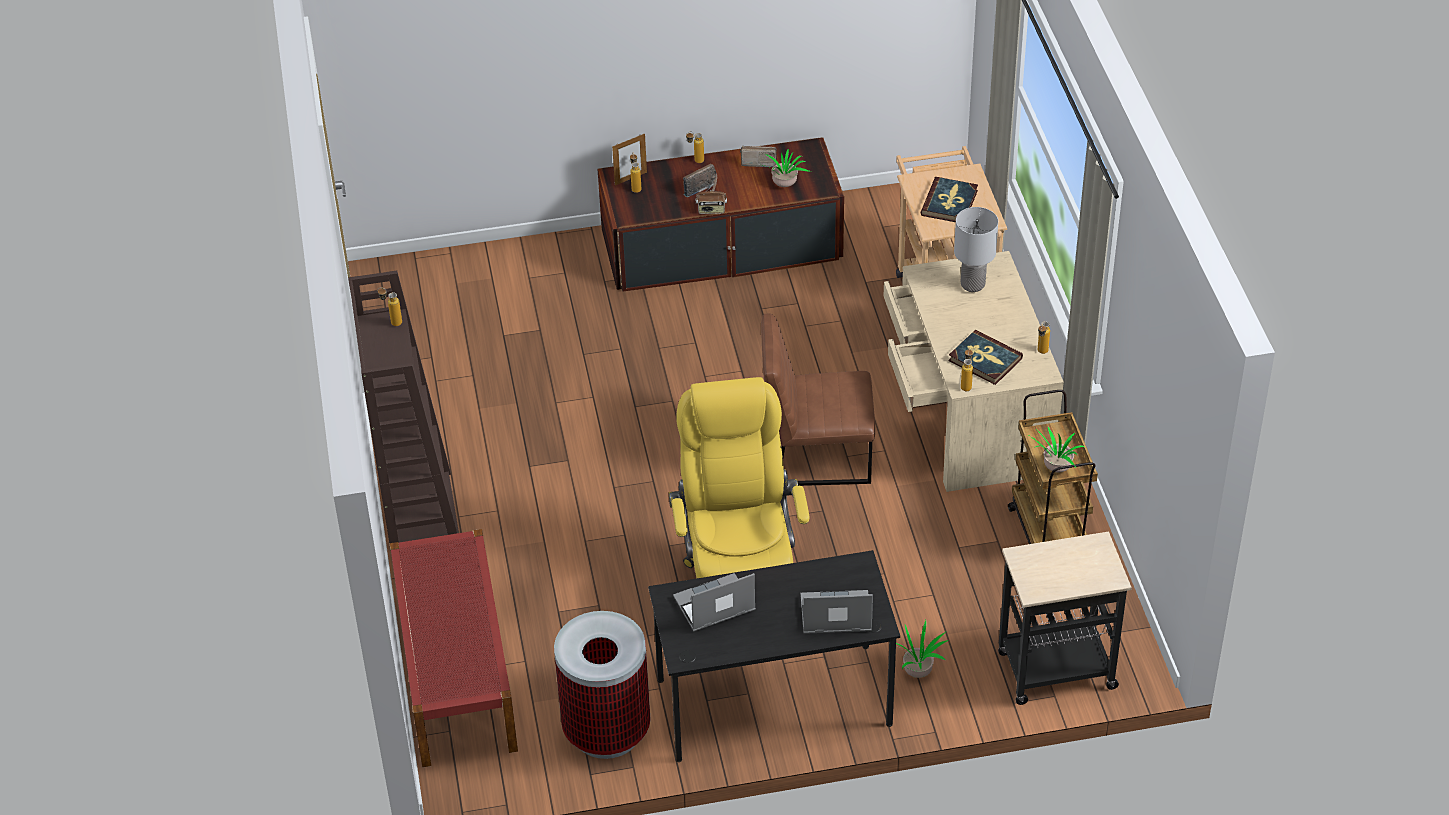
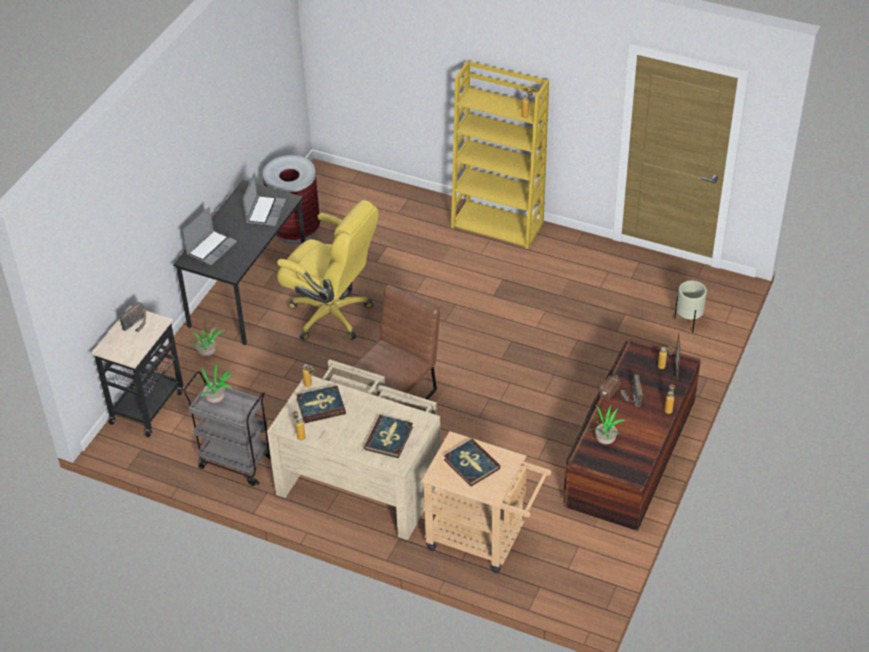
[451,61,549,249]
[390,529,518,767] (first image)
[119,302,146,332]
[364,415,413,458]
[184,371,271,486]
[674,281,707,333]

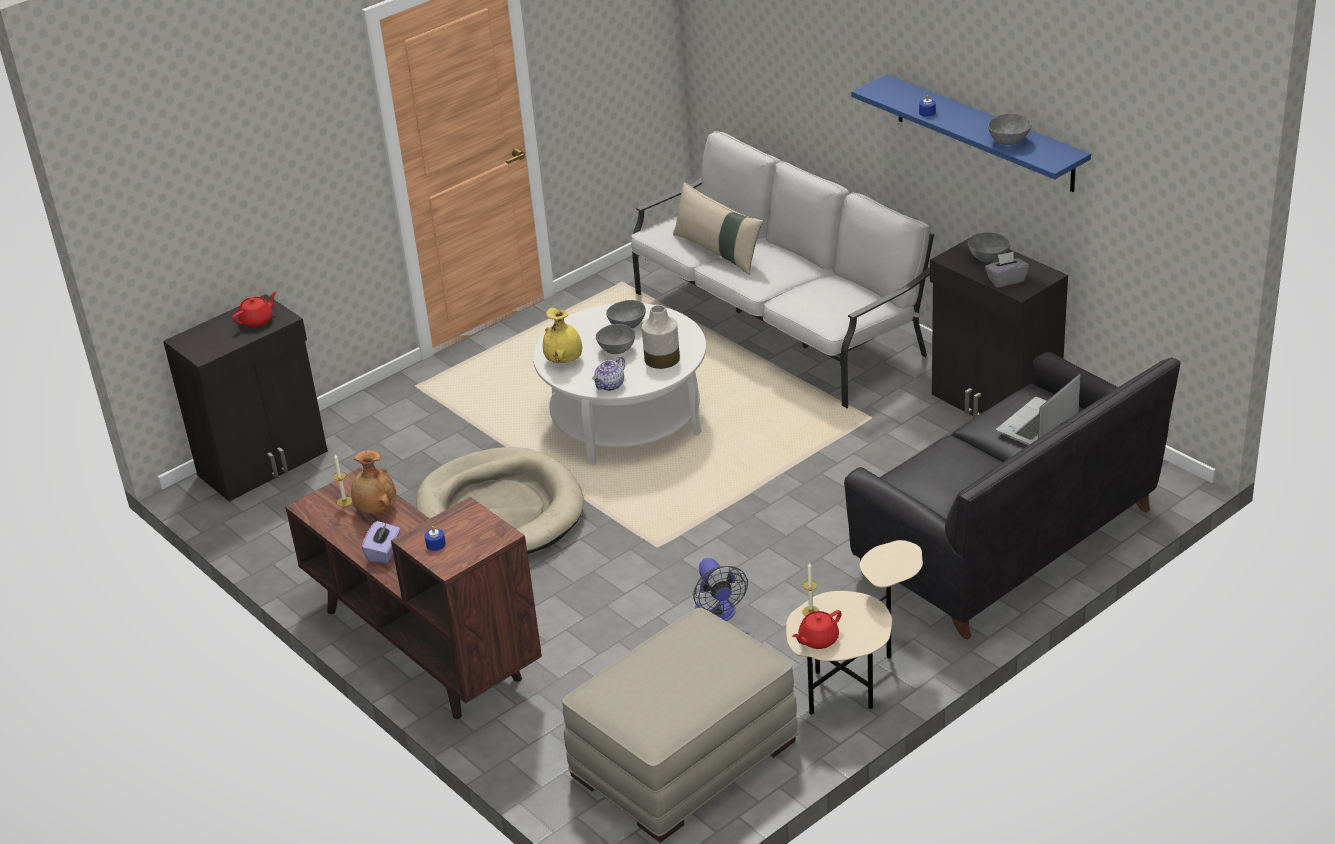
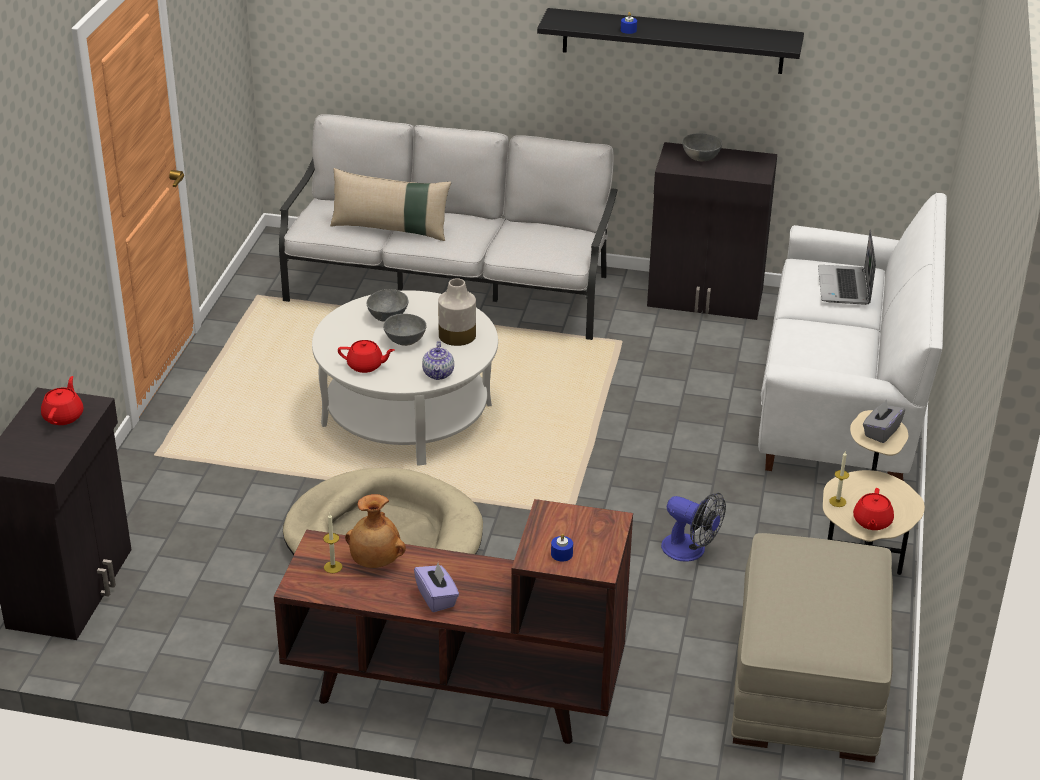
[338,340,395,373]
[758,193,947,481]
[537,8,804,74]
[863,399,905,443]
[988,114,1032,145] (first image)

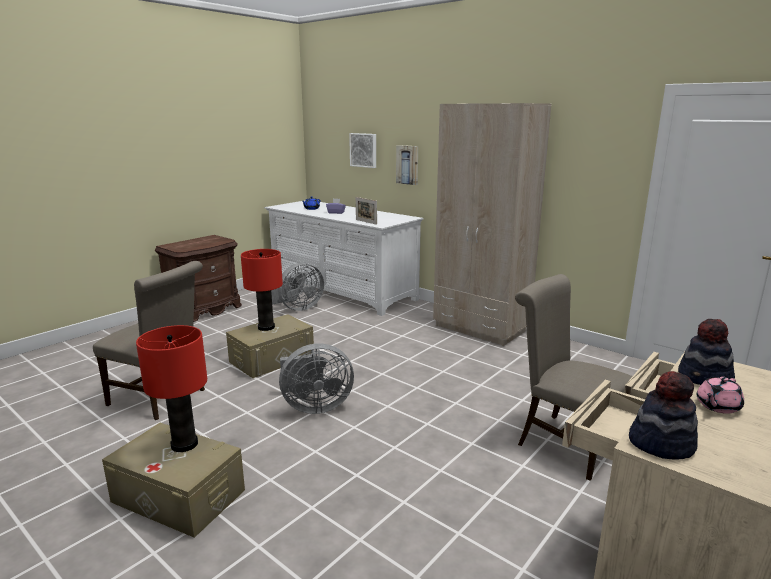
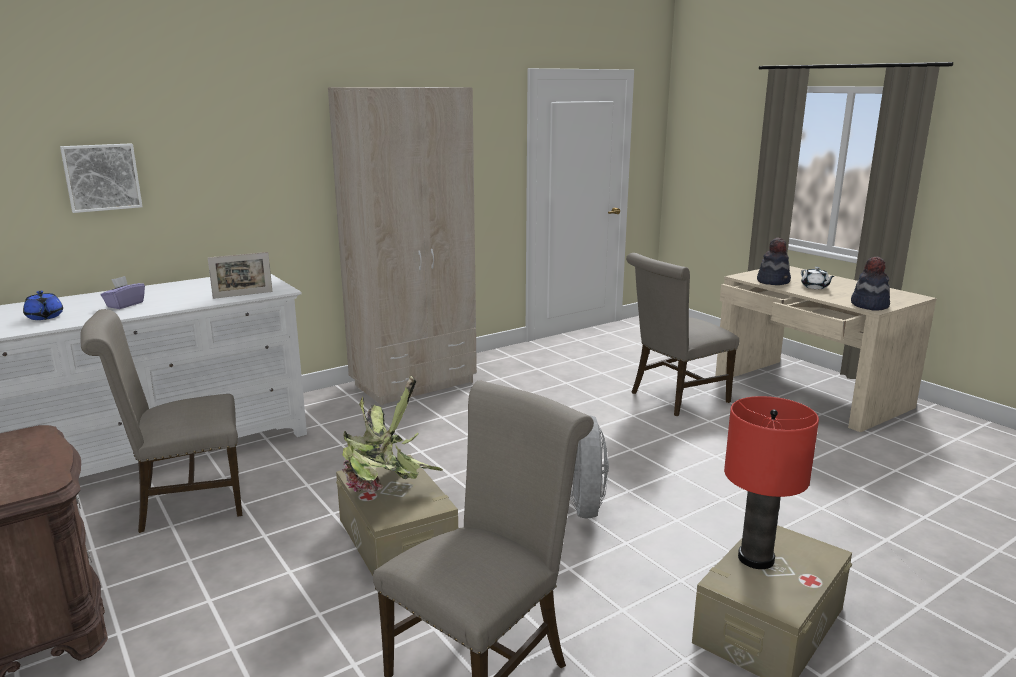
[342,376,443,493]
[80,309,242,533]
[396,145,418,185] (first image)
[801,267,835,289]

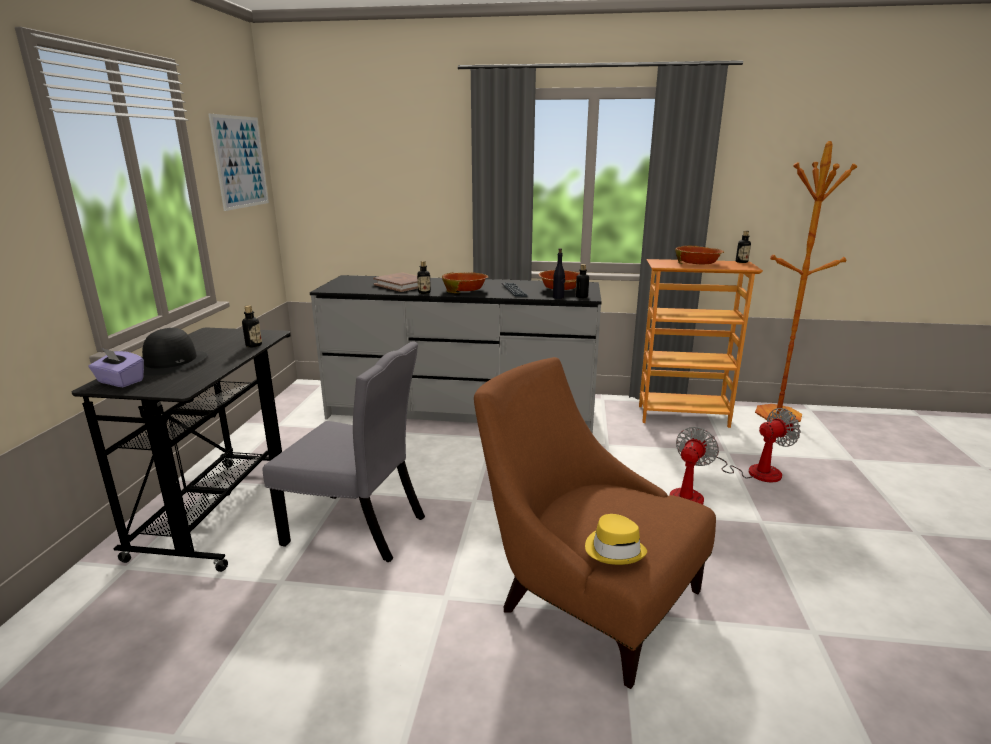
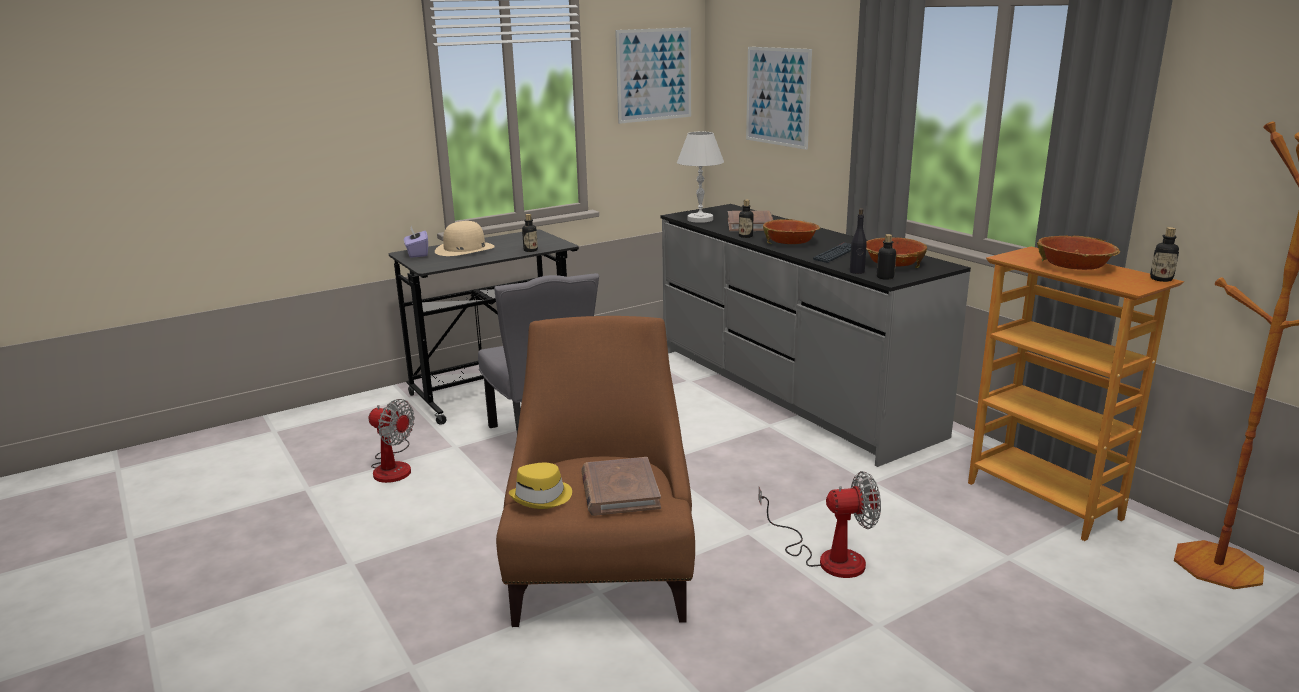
[435,221,495,256]
[369,399,415,483]
[581,457,661,516]
[677,132,724,223]
[746,47,812,150]

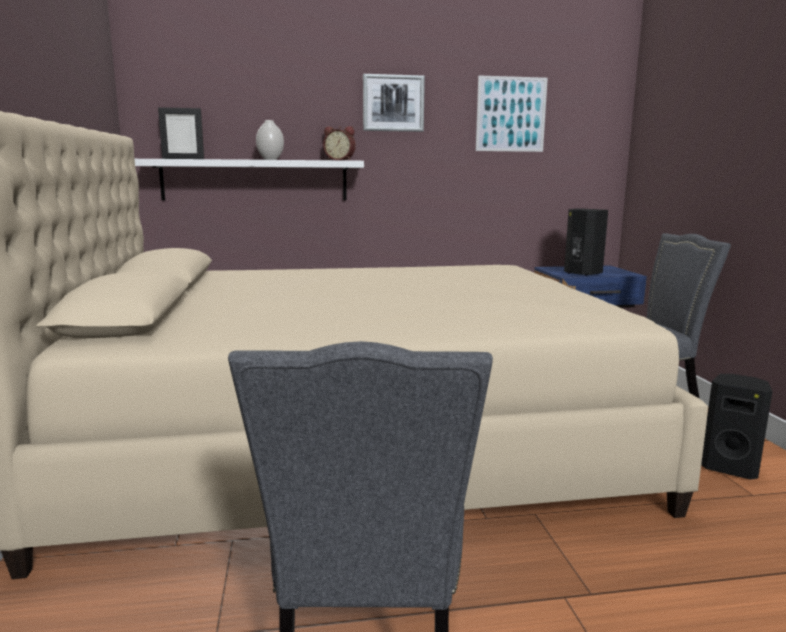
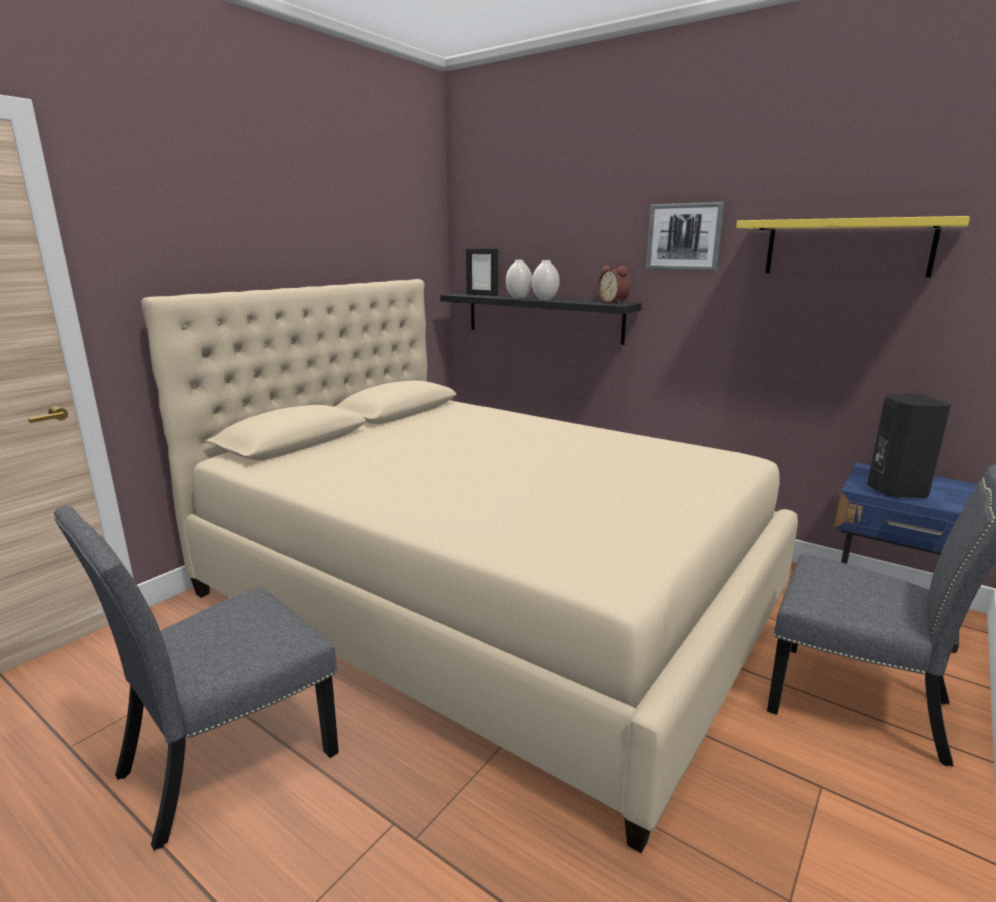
[440,293,642,345]
[736,216,970,278]
[701,374,773,480] (first image)
[506,260,532,299]

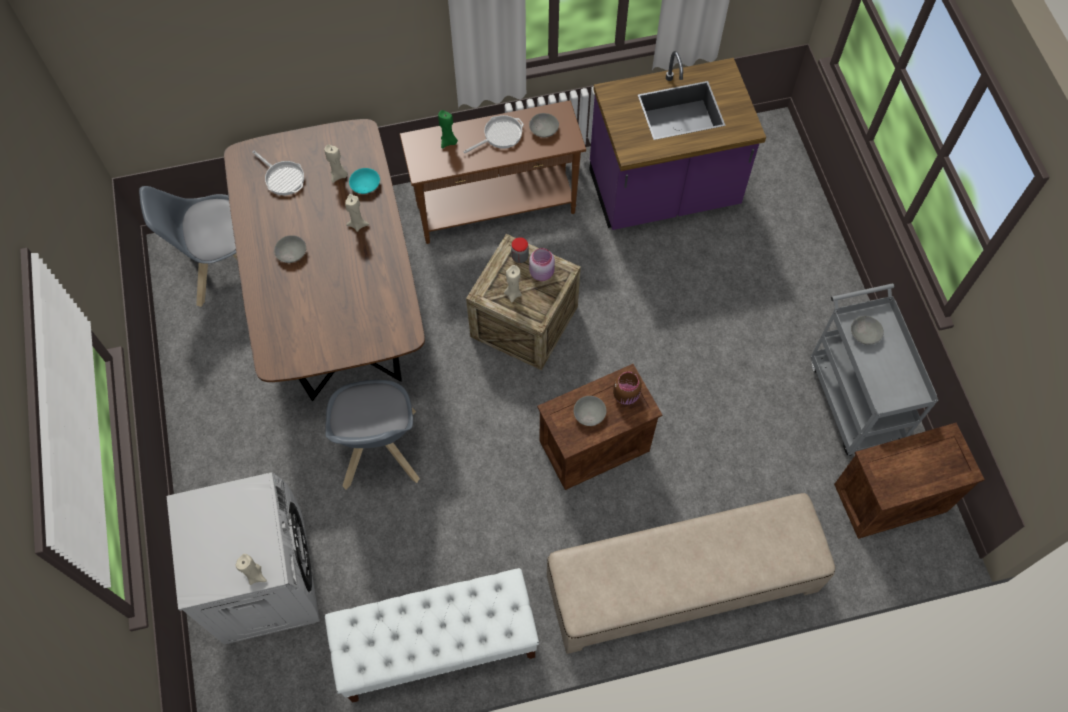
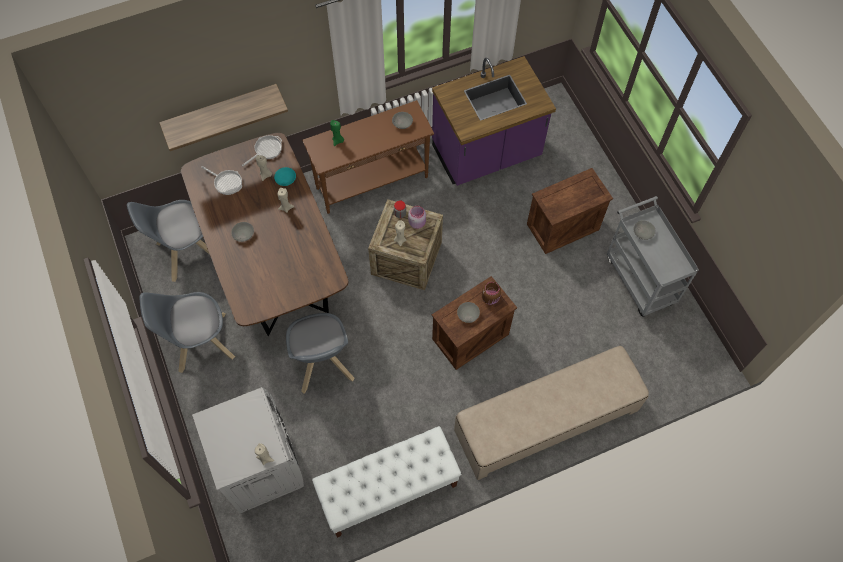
[242,135,282,166]
[527,168,613,254]
[140,292,235,373]
[159,84,288,151]

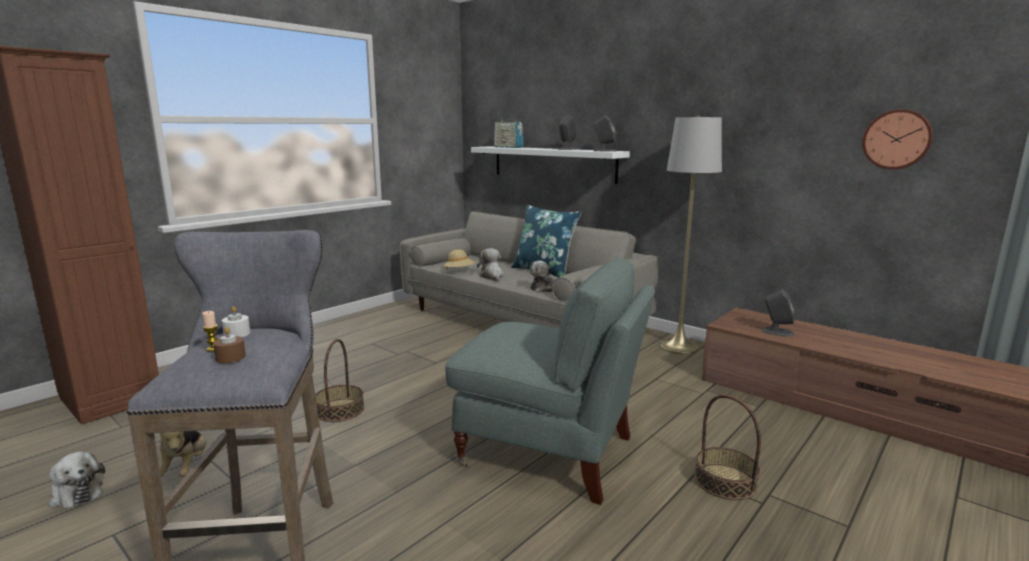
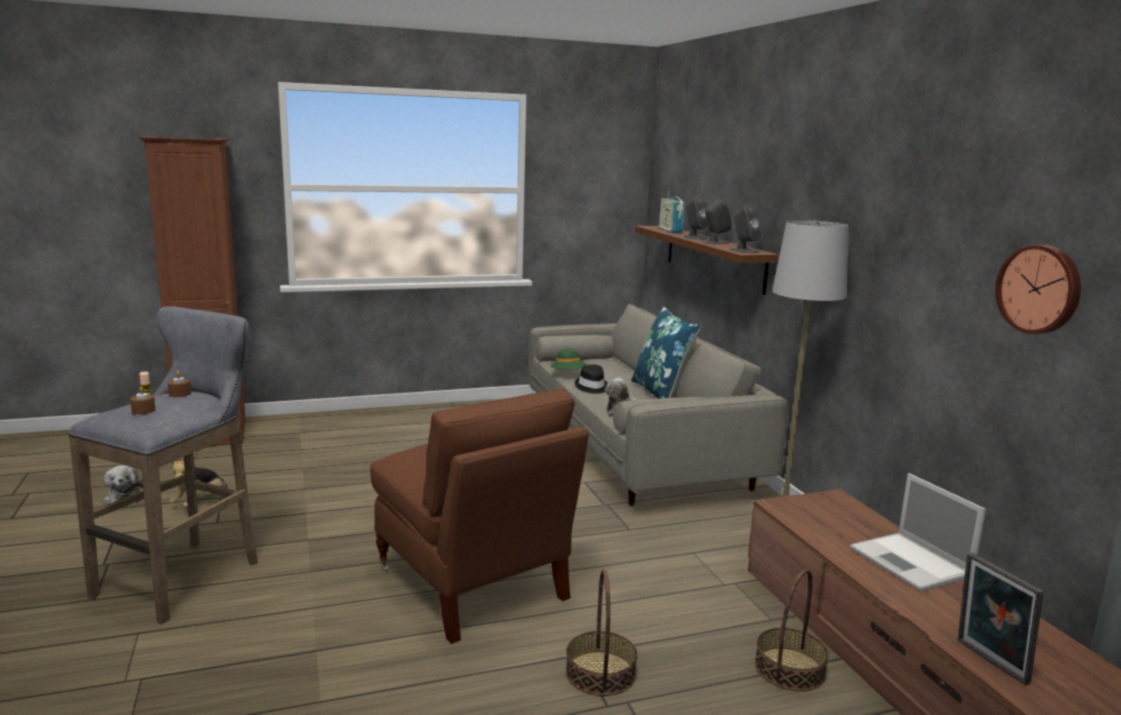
[168,371,191,397]
[755,569,829,691]
[550,349,587,370]
[370,388,589,644]
[635,226,779,295]
[575,364,608,394]
[683,197,708,240]
[850,473,986,592]
[958,553,1044,686]

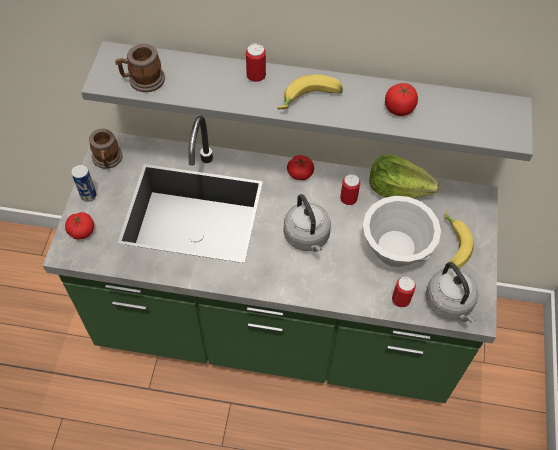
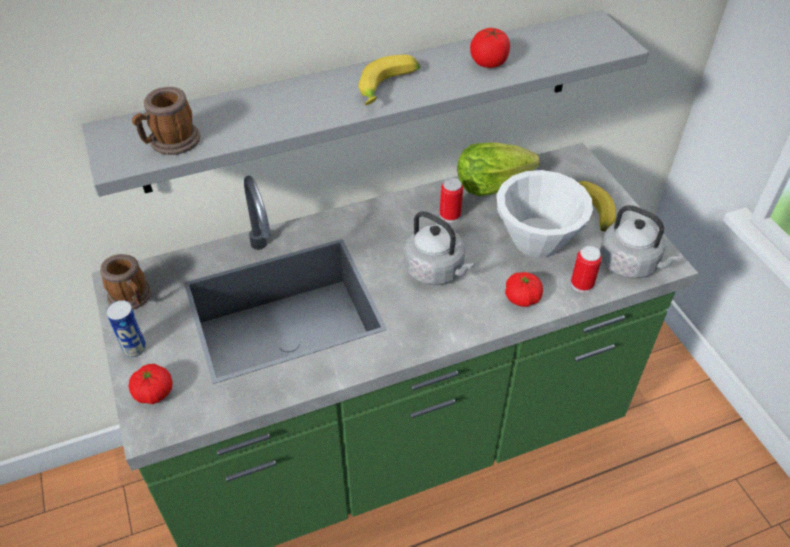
[246,43,266,84] (first image)
[505,272,543,307]

